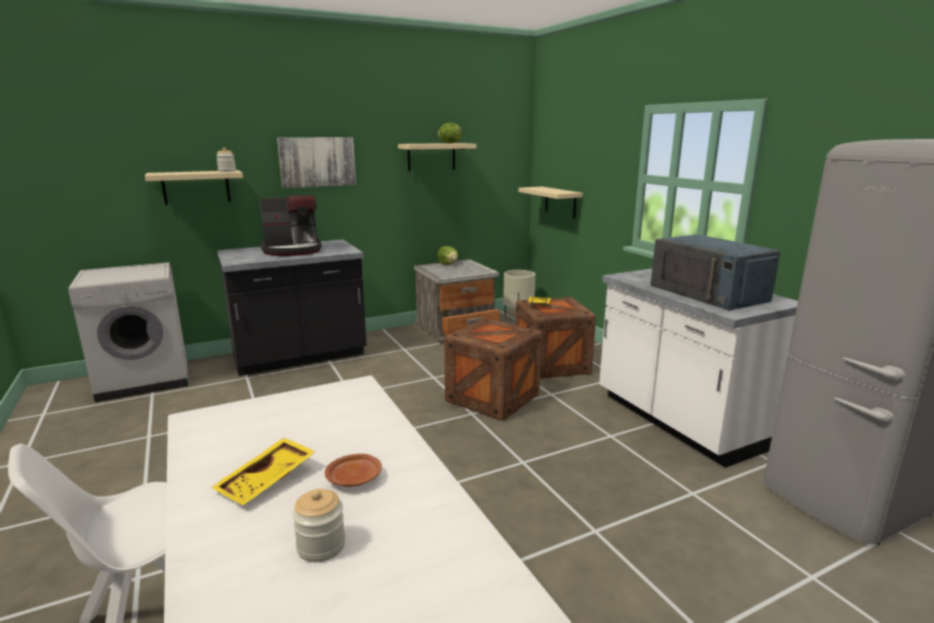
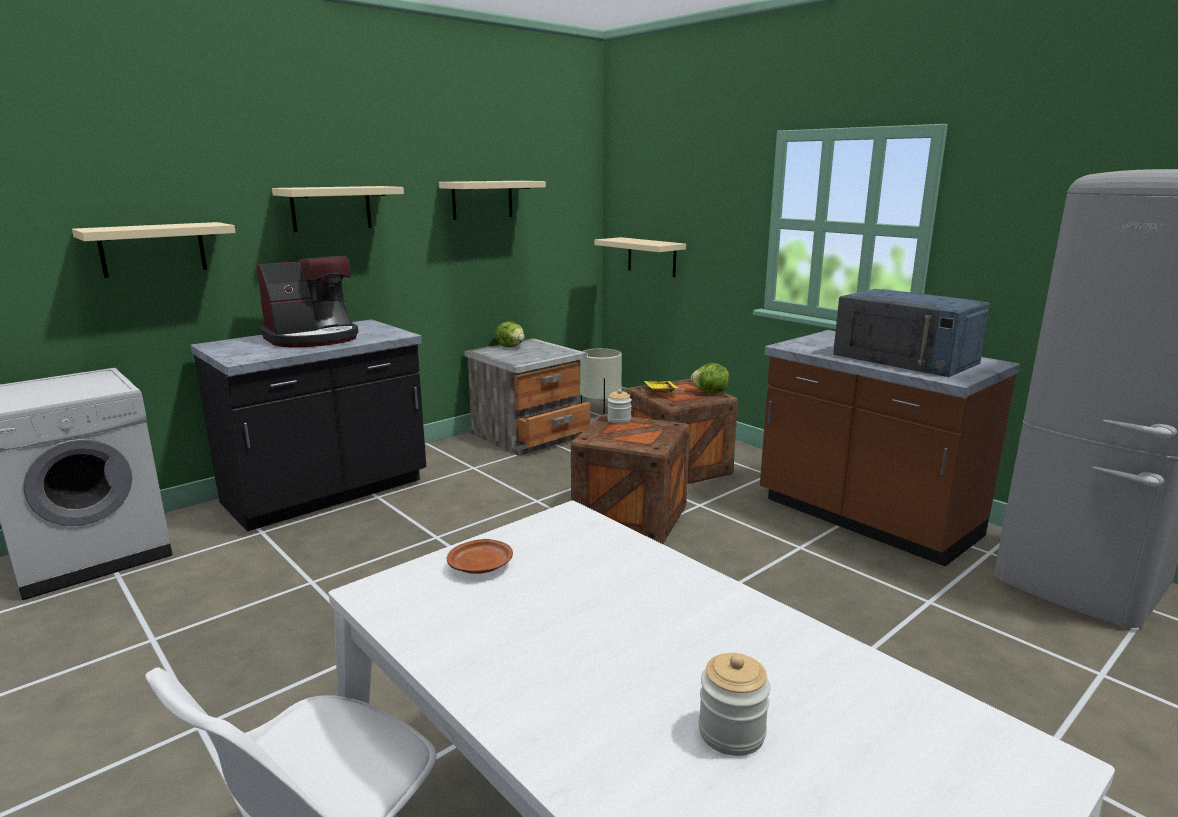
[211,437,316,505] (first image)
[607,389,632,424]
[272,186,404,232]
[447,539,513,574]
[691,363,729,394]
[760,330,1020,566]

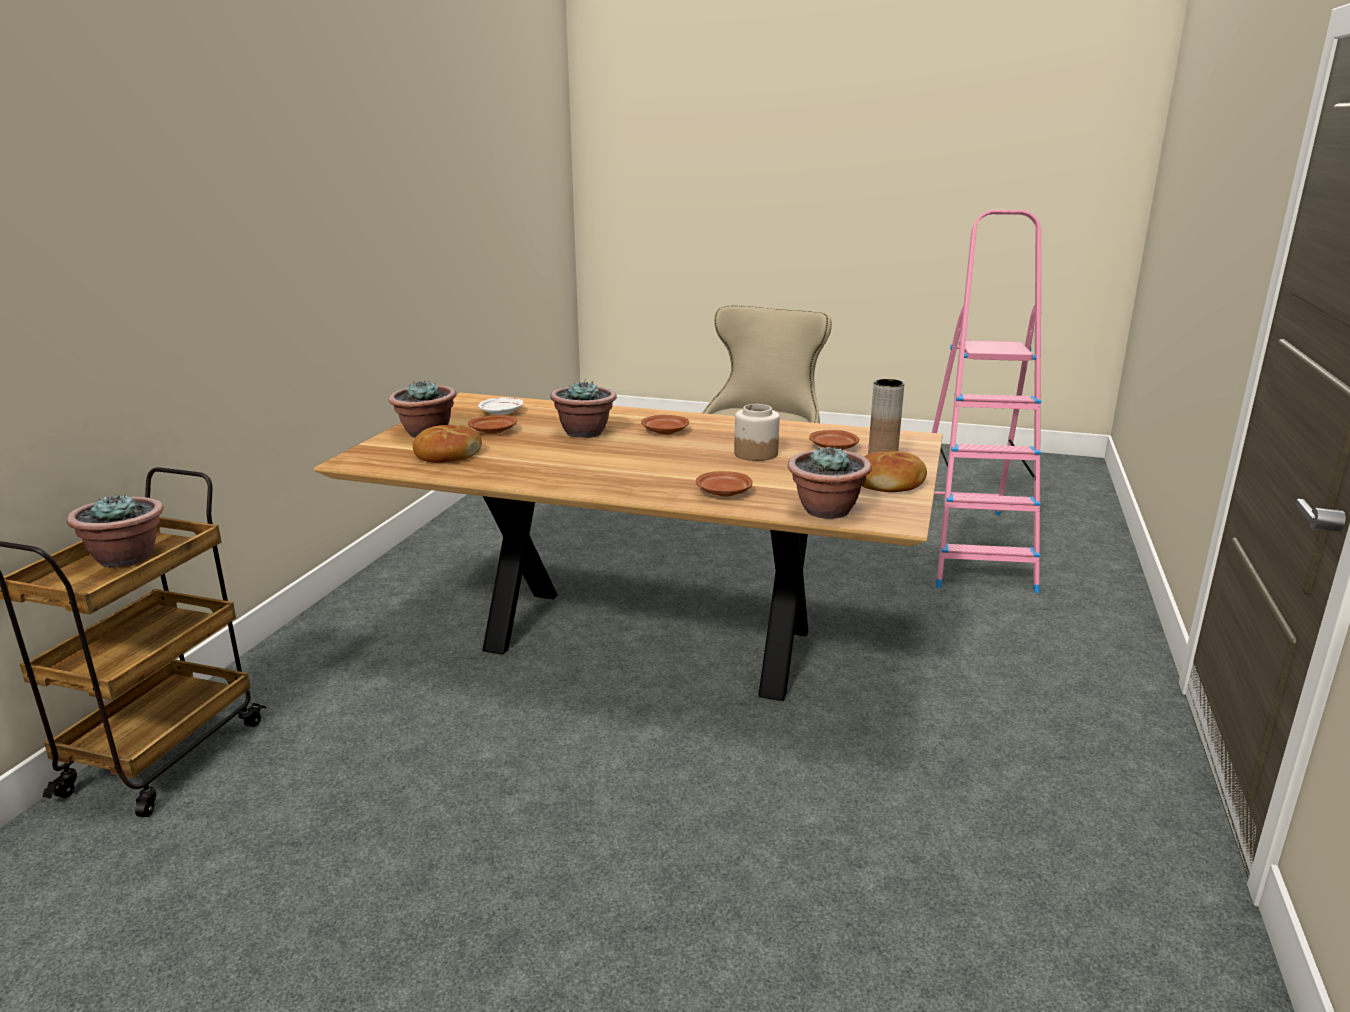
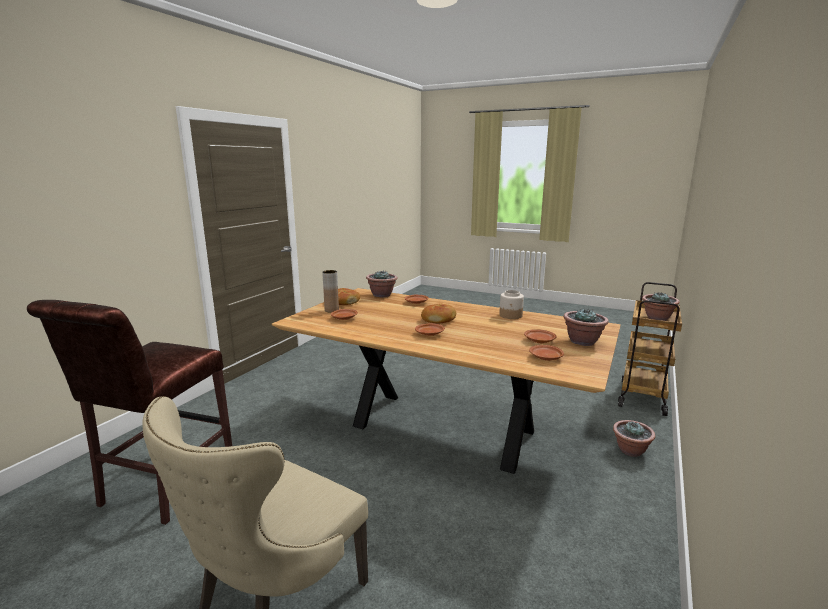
[421,304,456,323]
[529,345,564,361]
[613,420,655,457]
[499,290,524,319]
[27,300,232,525]

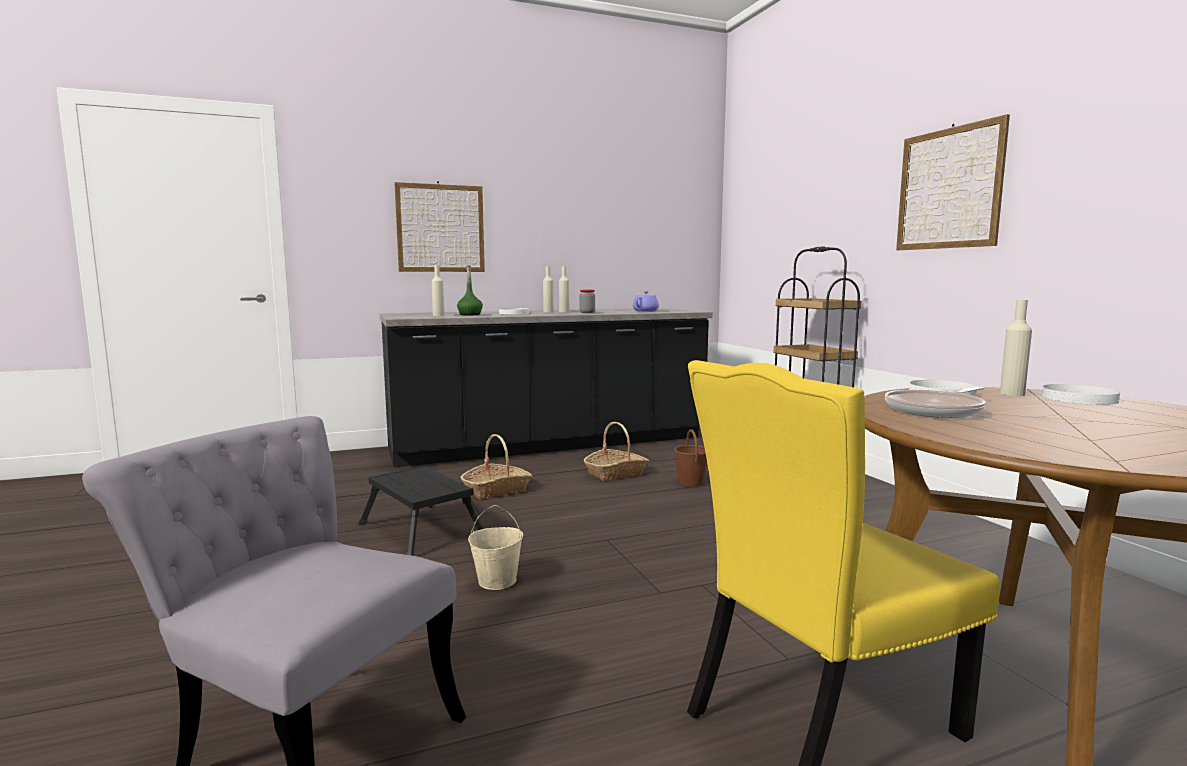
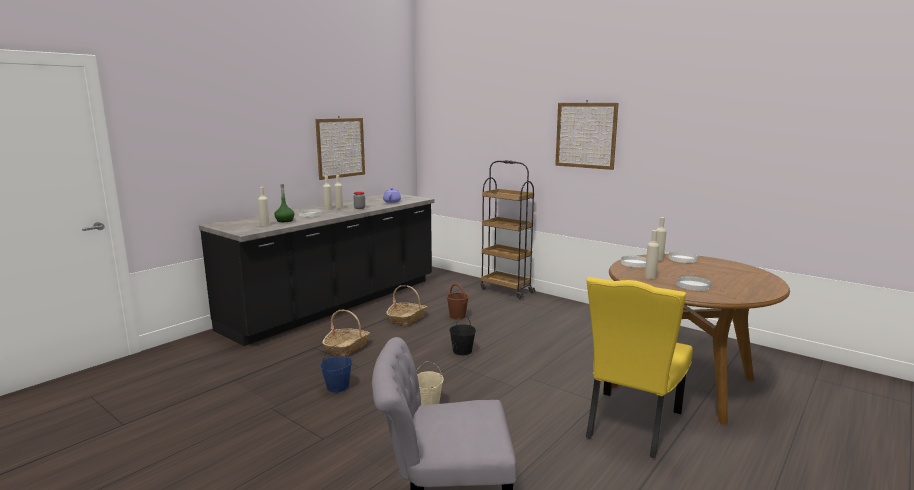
[320,345,352,393]
[315,116,365,180]
[645,230,659,279]
[449,314,476,355]
[676,276,711,291]

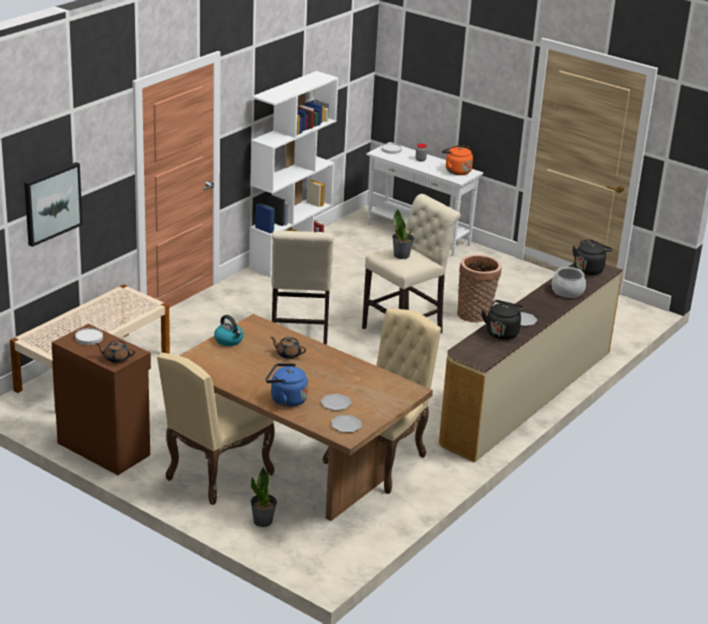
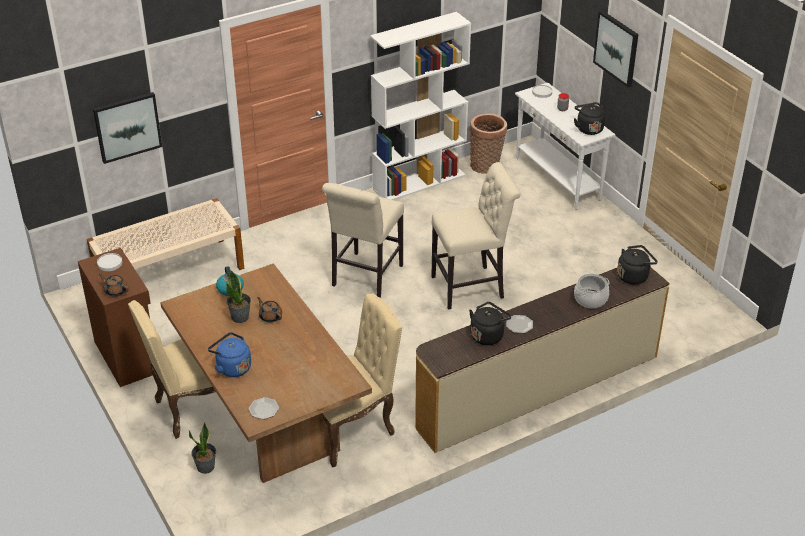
[321,393,352,411] (first image)
[226,270,251,323]
[574,102,605,135]
[470,113,507,174]
[593,10,638,87]

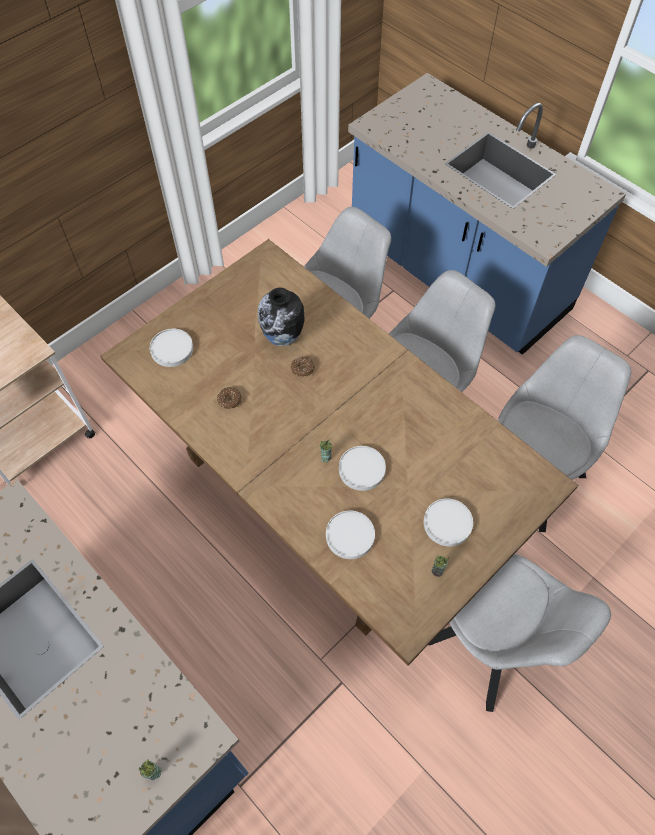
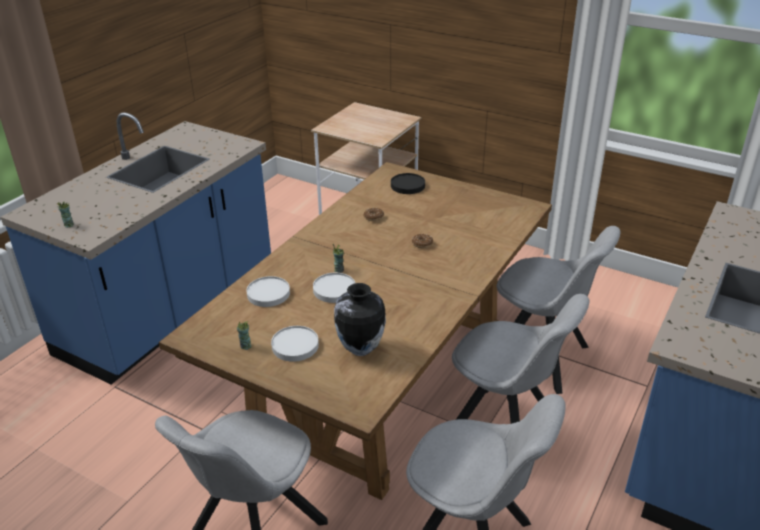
[391,173,425,194]
[334,283,386,356]

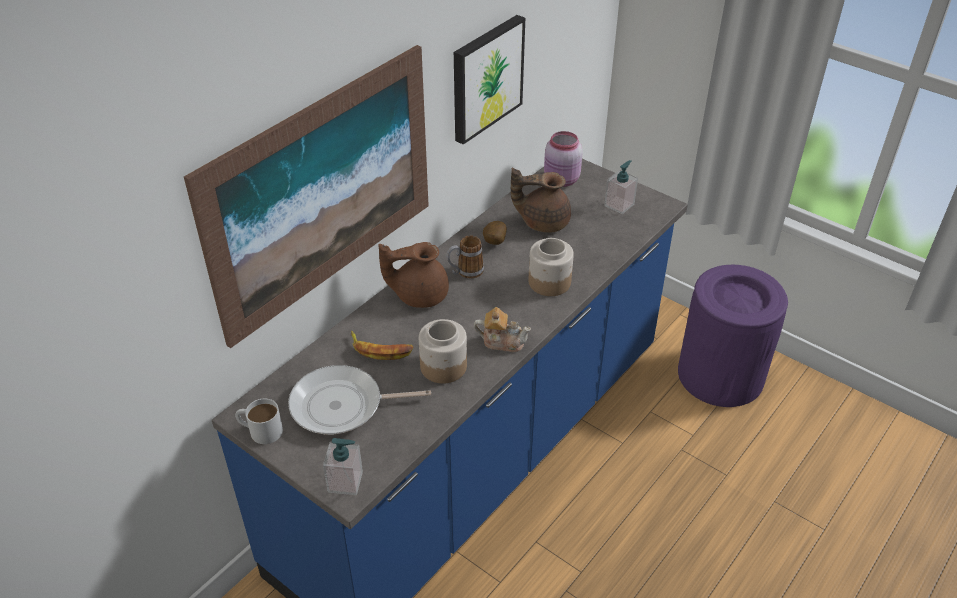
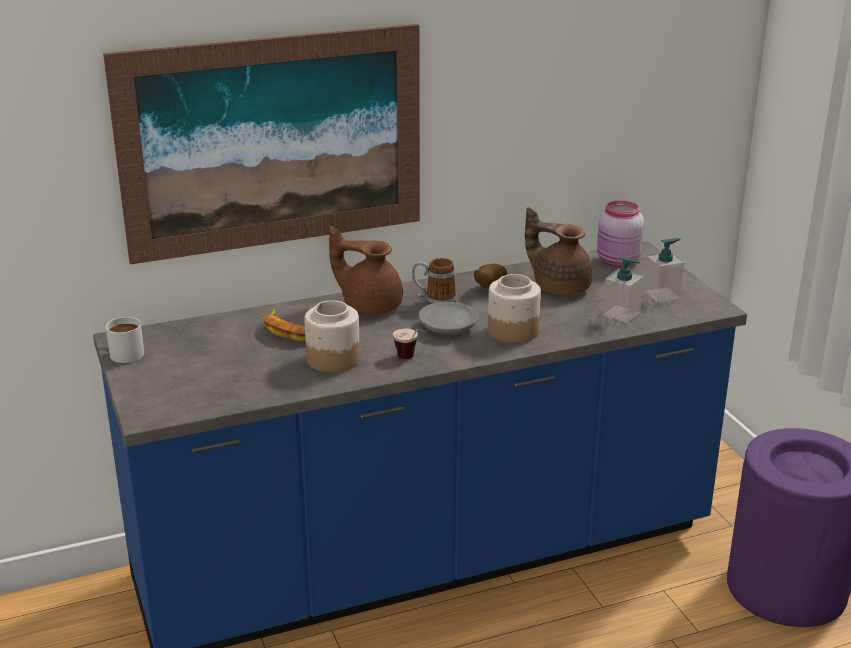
[288,365,431,434] (first image)
[603,256,644,323]
[454,15,525,145] (first image)
[393,329,427,359]
[419,302,478,334]

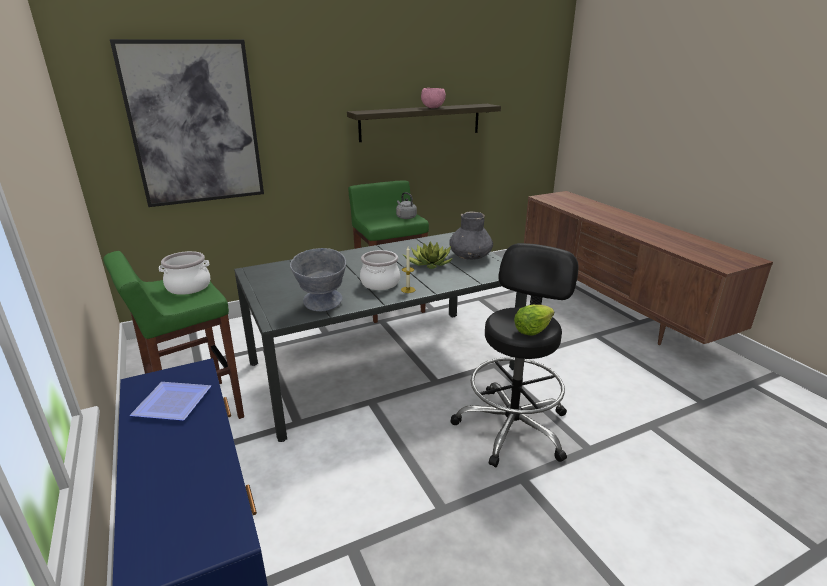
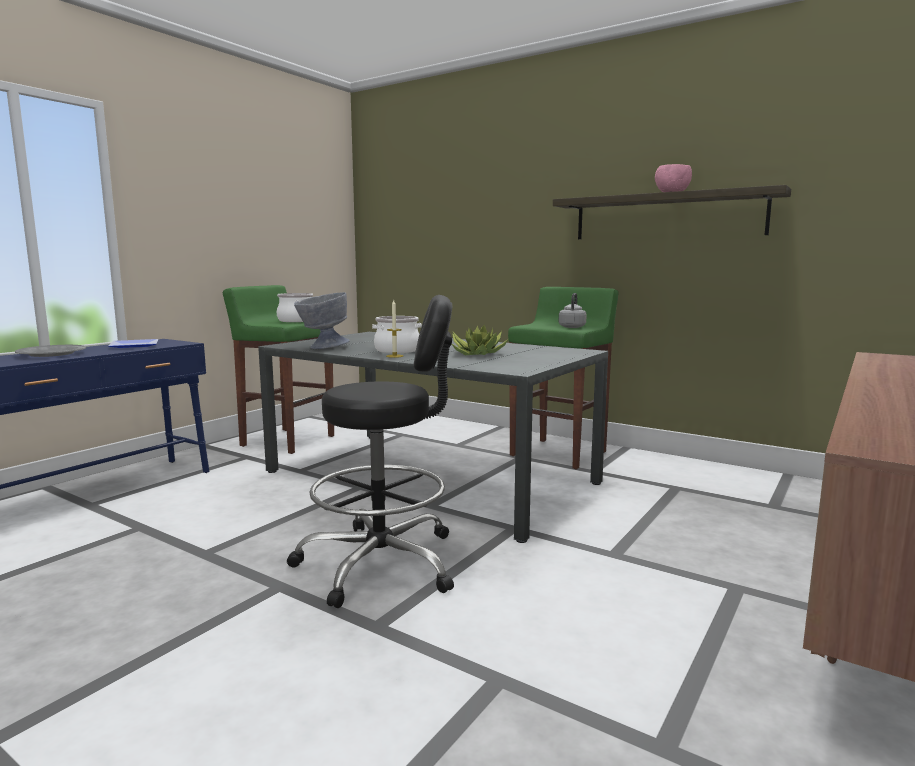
[110,39,264,207] (first image)
[449,211,493,260] (first image)
[514,305,554,336] (first image)
[15,345,86,357]

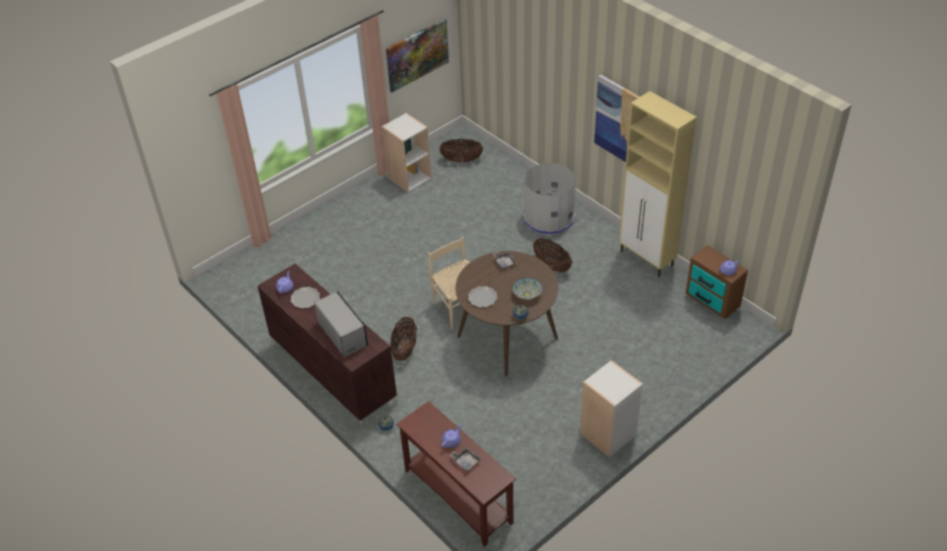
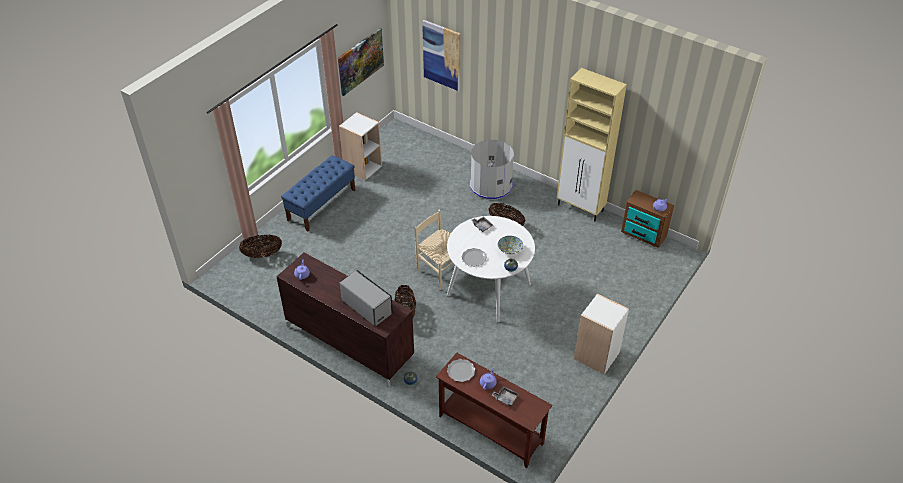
[447,359,475,382]
[239,234,282,258]
[447,216,535,322]
[422,20,461,91]
[281,155,355,232]

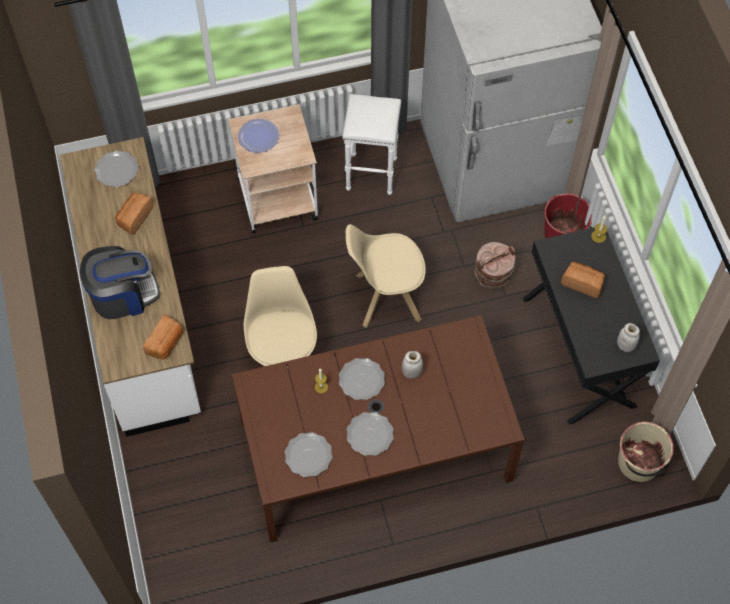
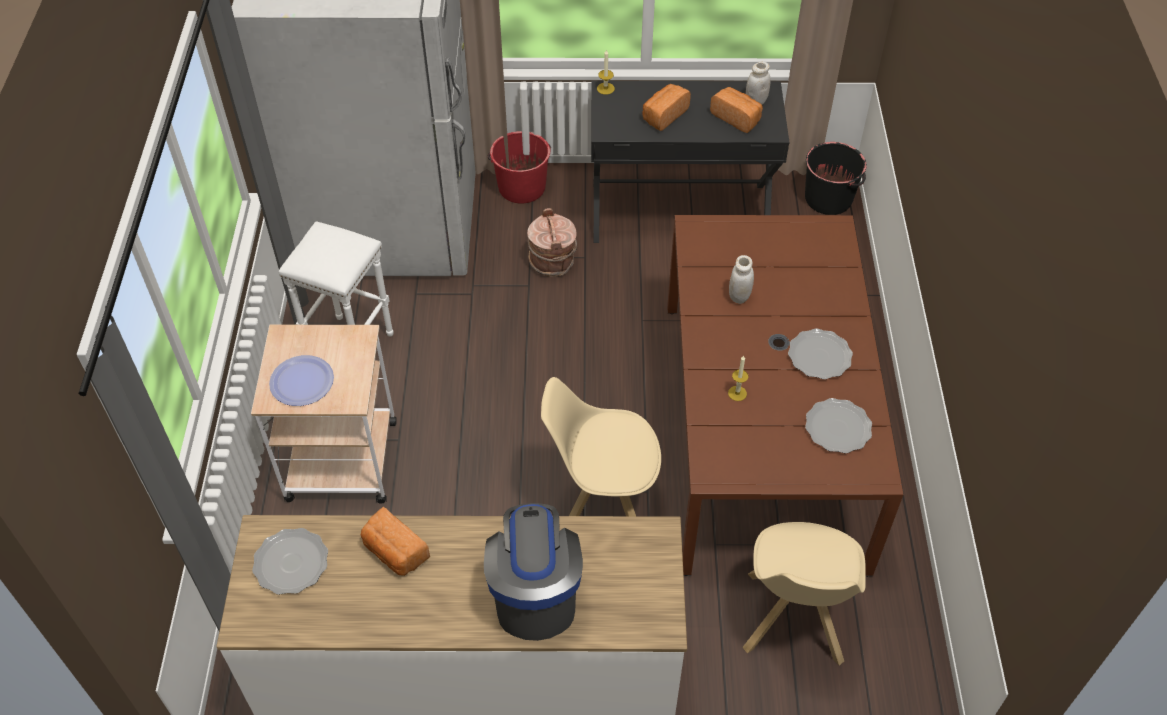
[710,87,763,133]
[339,358,385,400] (first image)
[742,522,866,665]
[805,142,866,215]

